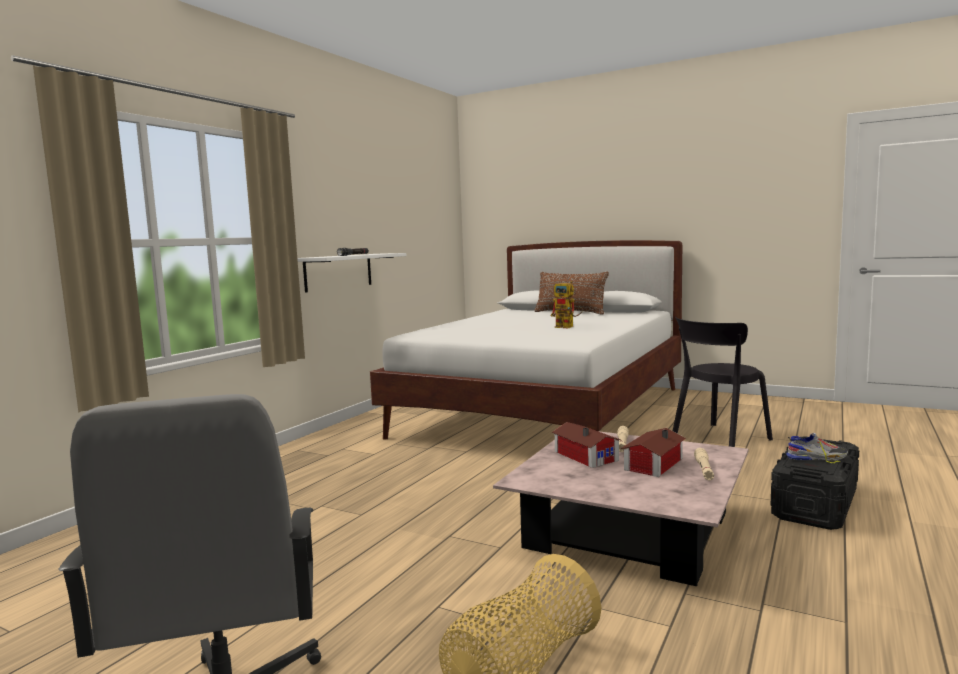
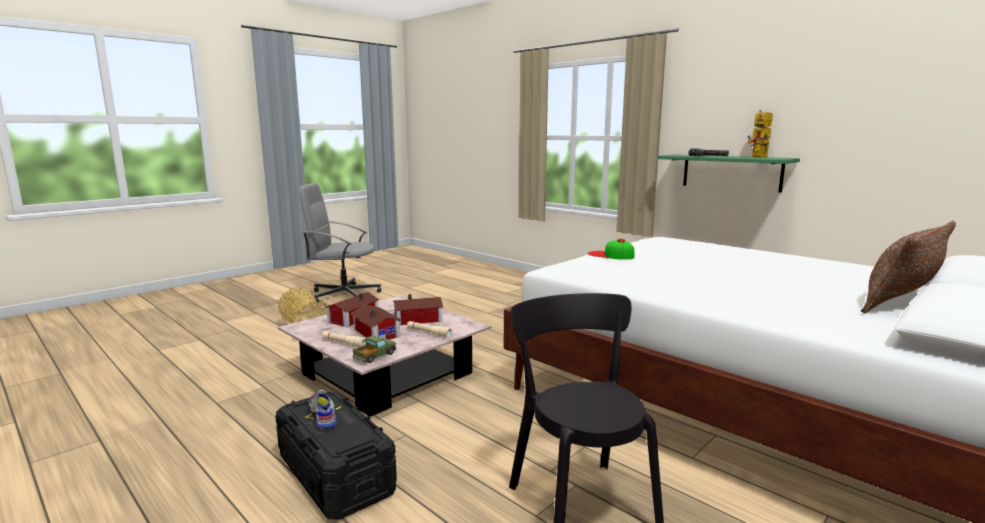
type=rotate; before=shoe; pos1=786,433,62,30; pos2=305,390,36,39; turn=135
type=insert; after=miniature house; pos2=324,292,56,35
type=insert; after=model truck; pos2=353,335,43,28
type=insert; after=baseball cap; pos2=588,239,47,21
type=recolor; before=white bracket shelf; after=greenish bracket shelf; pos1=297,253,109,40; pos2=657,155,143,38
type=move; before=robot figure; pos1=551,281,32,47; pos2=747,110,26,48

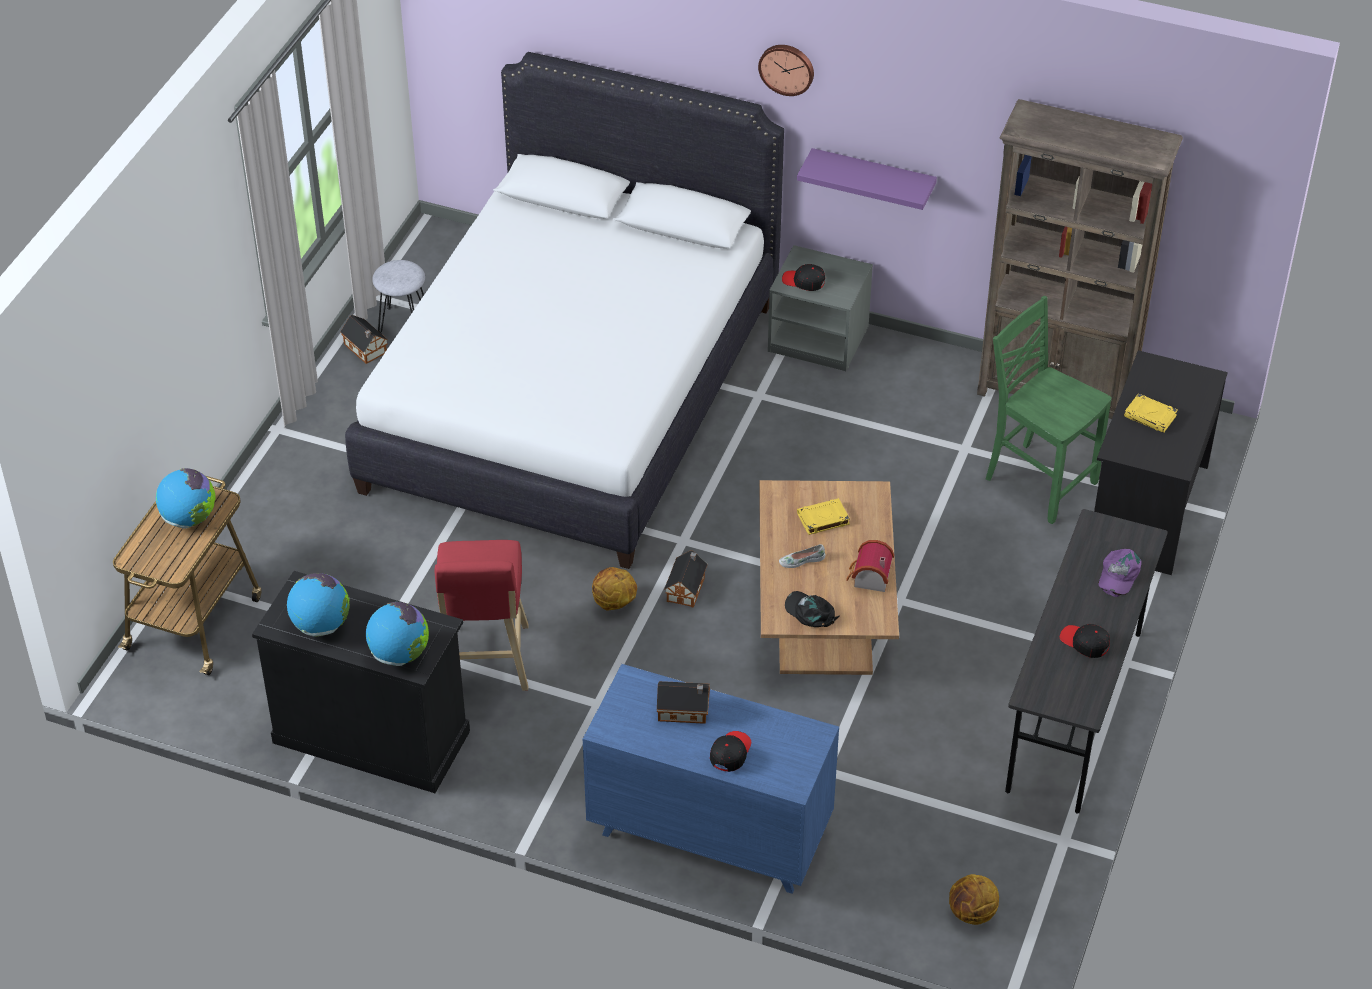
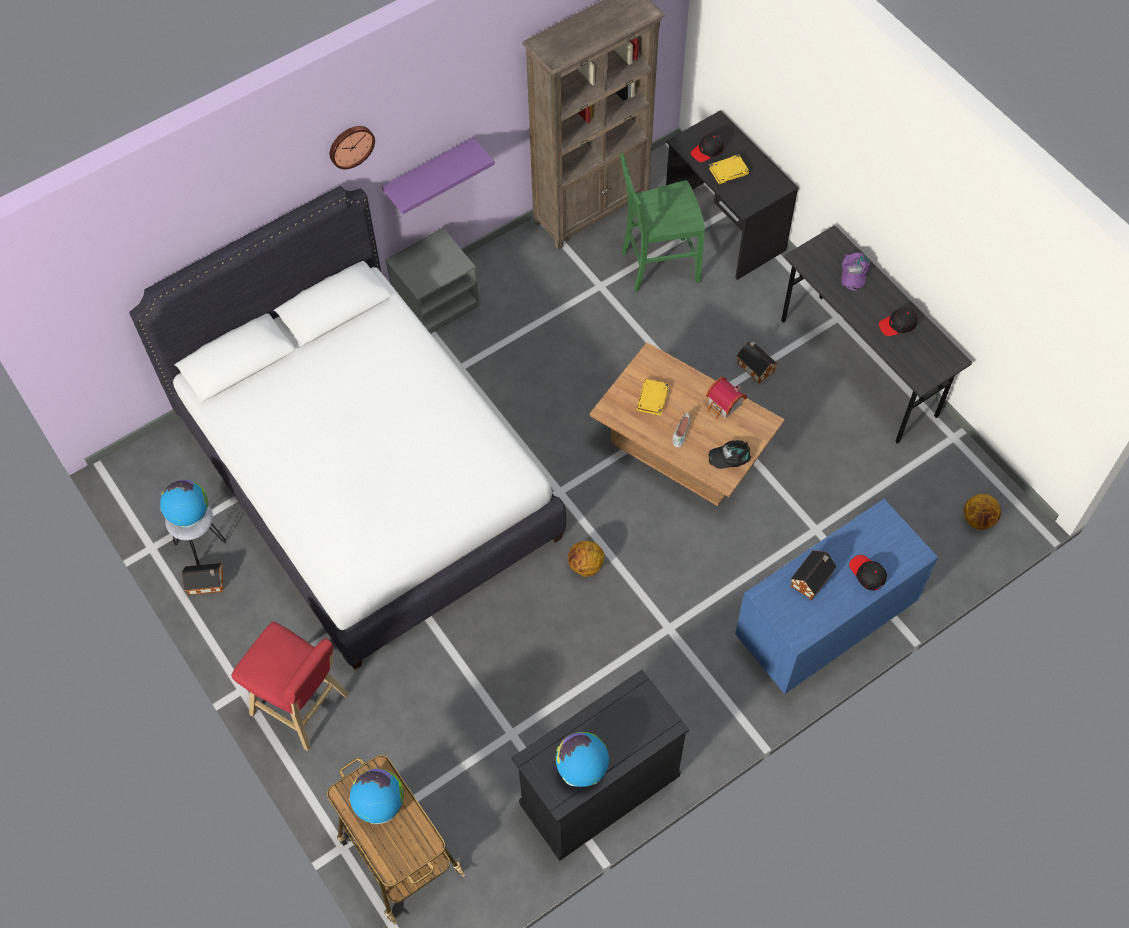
type=move; before=globe; pos1=366,602,63,64; pos2=160,480,48,48
type=move; before=reddish sitting stool; pos1=434,540,95,151; pos2=231,622,118,129
type=move; before=black-coloured baseball cap; pos1=782,264,43,27; pos2=691,133,33,29
type=move; before=miniature house; pos1=664,550,44,58; pos2=736,341,42,43
type=rotate; before=purplish baseball cap; pos1=1098,549,44,48; pos2=841,252,29,39; turn=45

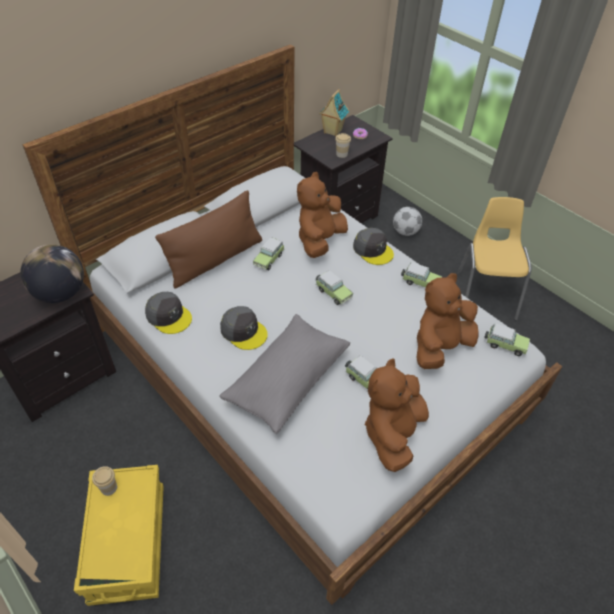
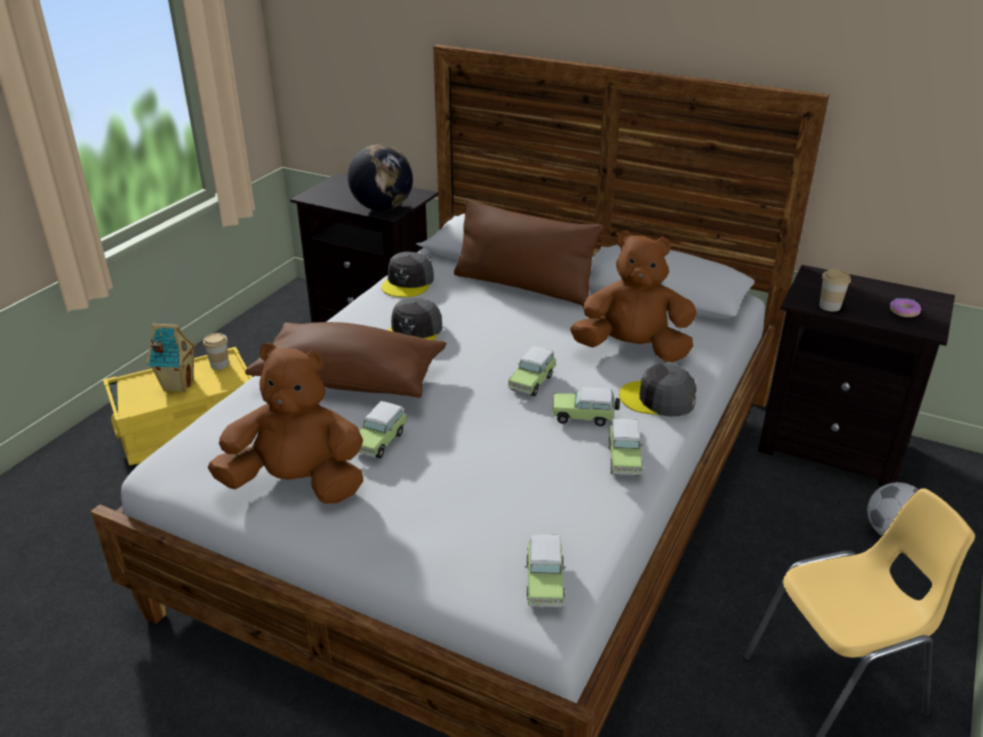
type=move; before=miniature house; pos1=319,89,30,48; pos2=146,324,50,68
type=recolor; before=grey pillow; after=brownish pillow; pos1=219,314,131,120; pos2=245,322,201,76
type=move; before=toy car; pos1=253,237,31,33; pos2=552,387,68,39
type=rotate; before=grey baseball cap; pos1=353,228,41,37; pos2=619,364,78,53; turn=75
type=delete; before=brownish cuddly toy; pos1=416,273,62,96

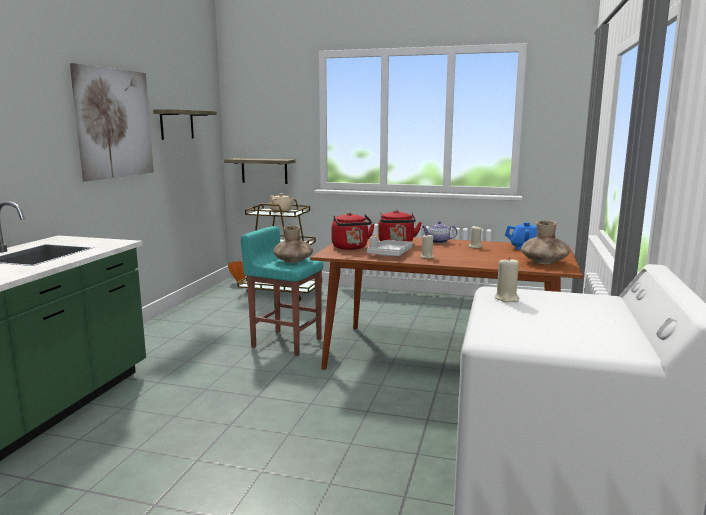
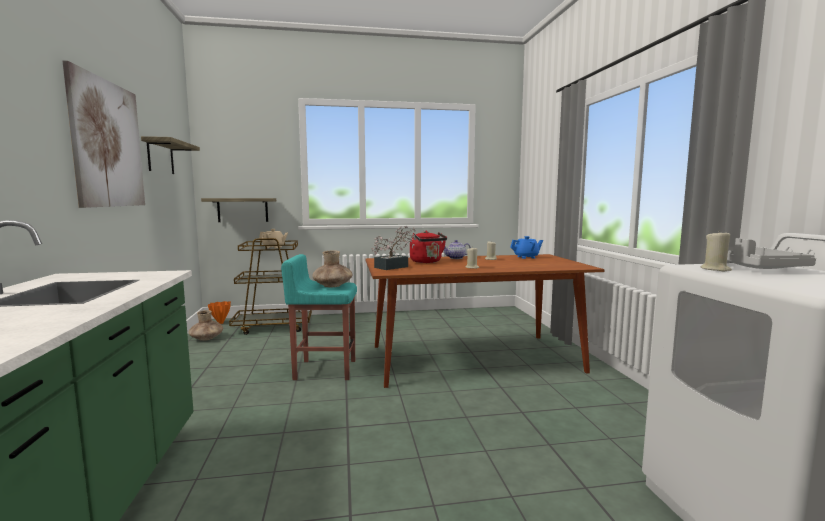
type=move; before=brownish vase; pos1=521,220,49,44; pos2=189,310,34,31
type=replace; before=reddish tea kettle; after=plant in a pot; pos1=331,212,44,38; pos2=371,226,46,44
type=move; before=grey carrying tray; pos1=367,236,45,20; pos2=727,238,89,31

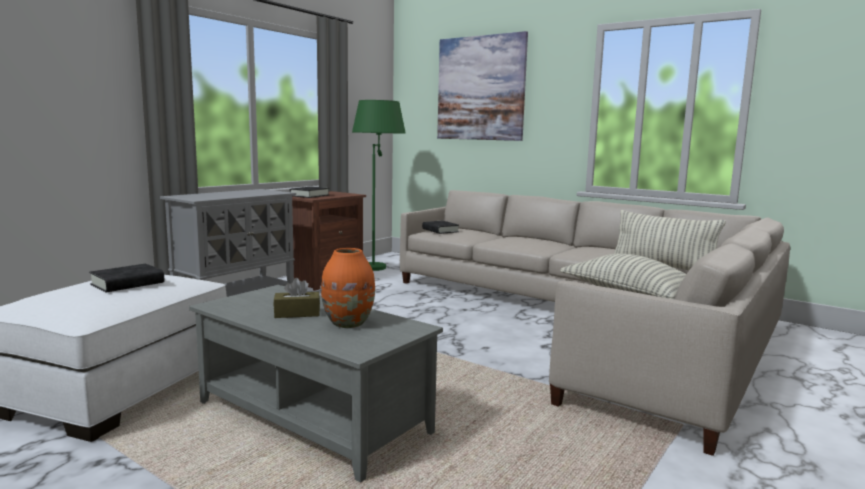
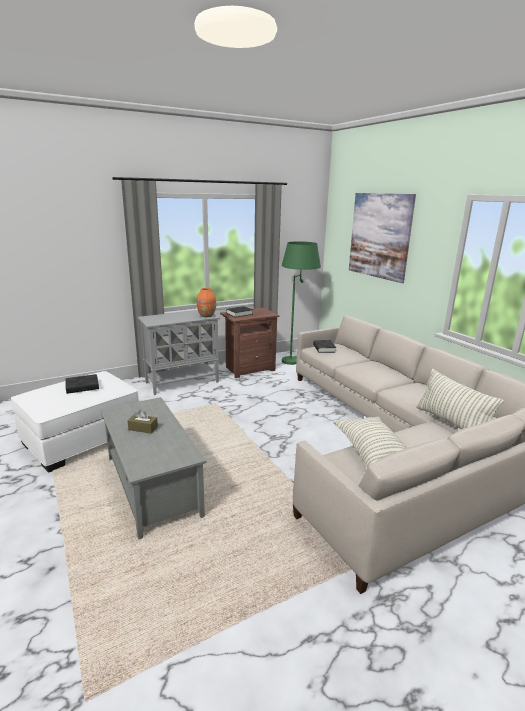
type=move; before=orange vase; pos1=321,248,54,80; pos2=197,288,19,29

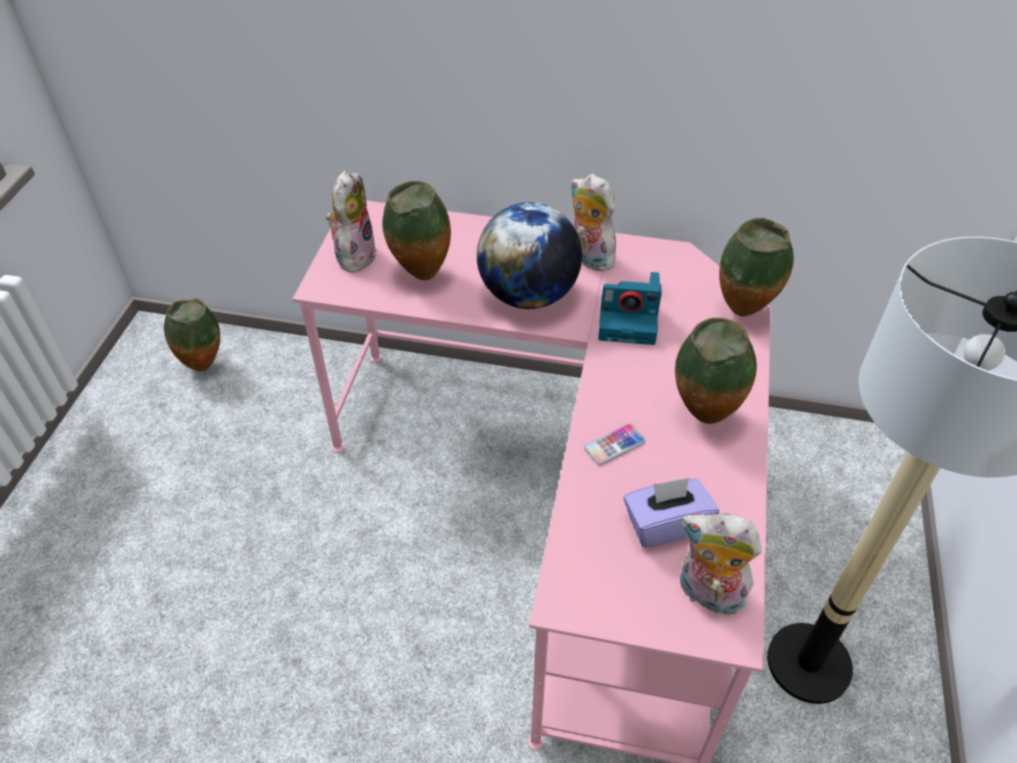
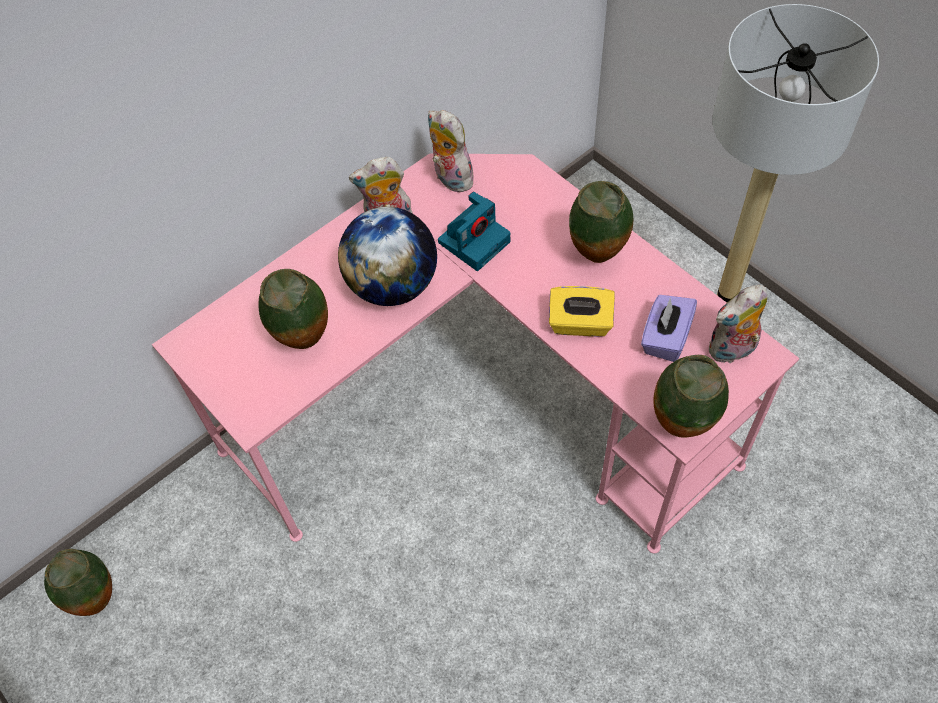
type=move; before=cuddly toy; pos1=326,170,51,103; pos2=428,110,46,82
type=replace; before=phone; after=yellow-coloured box of tissues; pos1=584,424,62,41; pos2=549,286,66,51
type=move; before=vase; pos1=719,218,75,98; pos2=653,355,76,83

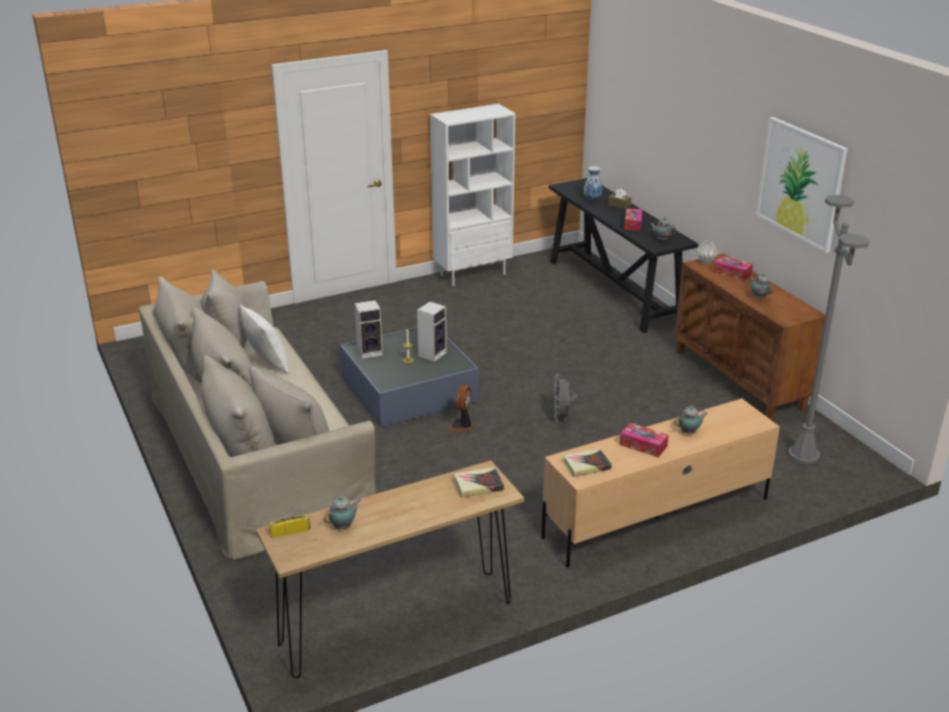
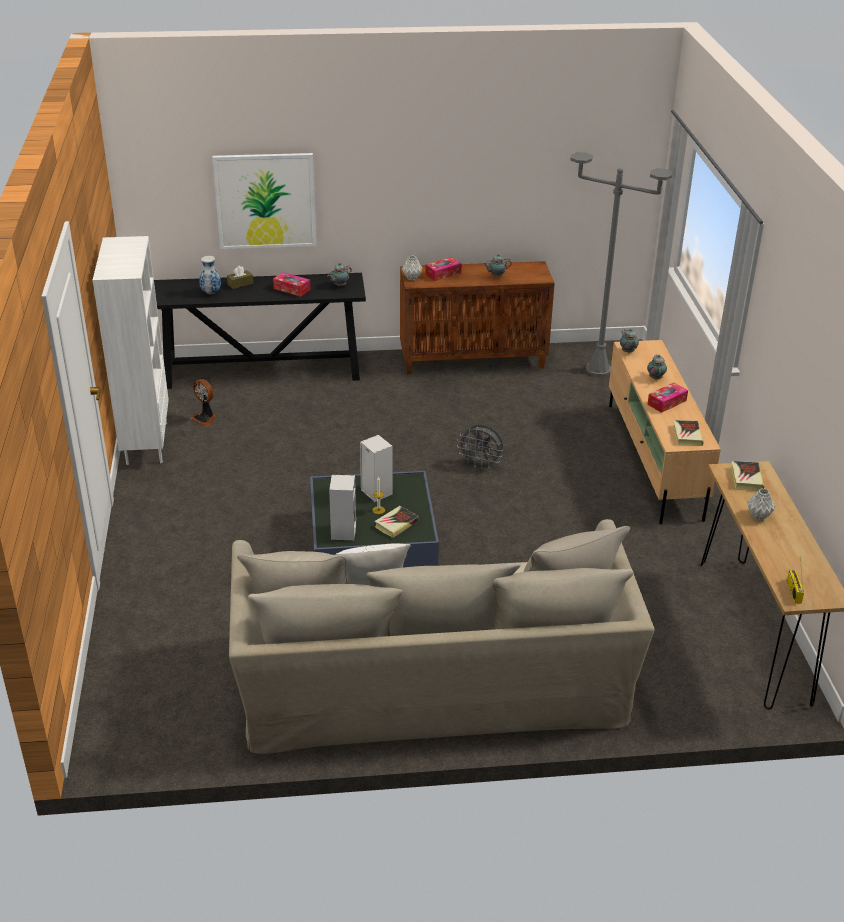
type=move; before=cooling fan; pos1=448,384,26,48; pos2=190,379,26,48
type=move; before=wall picture; pos1=756,117,92,136; pos2=212,153,104,96
type=insert; after=bound book; pos2=375,506,44,32
type=move; before=teapot; pos1=324,496,37,33; pos2=620,329,19,24
type=insert; after=grey vase; pos2=747,488,28,32

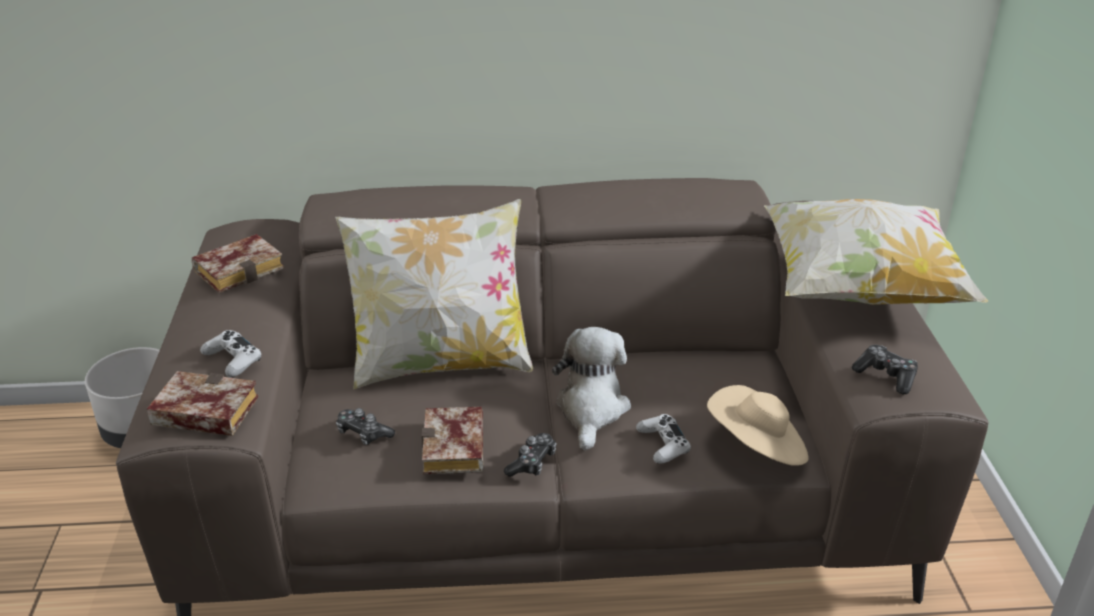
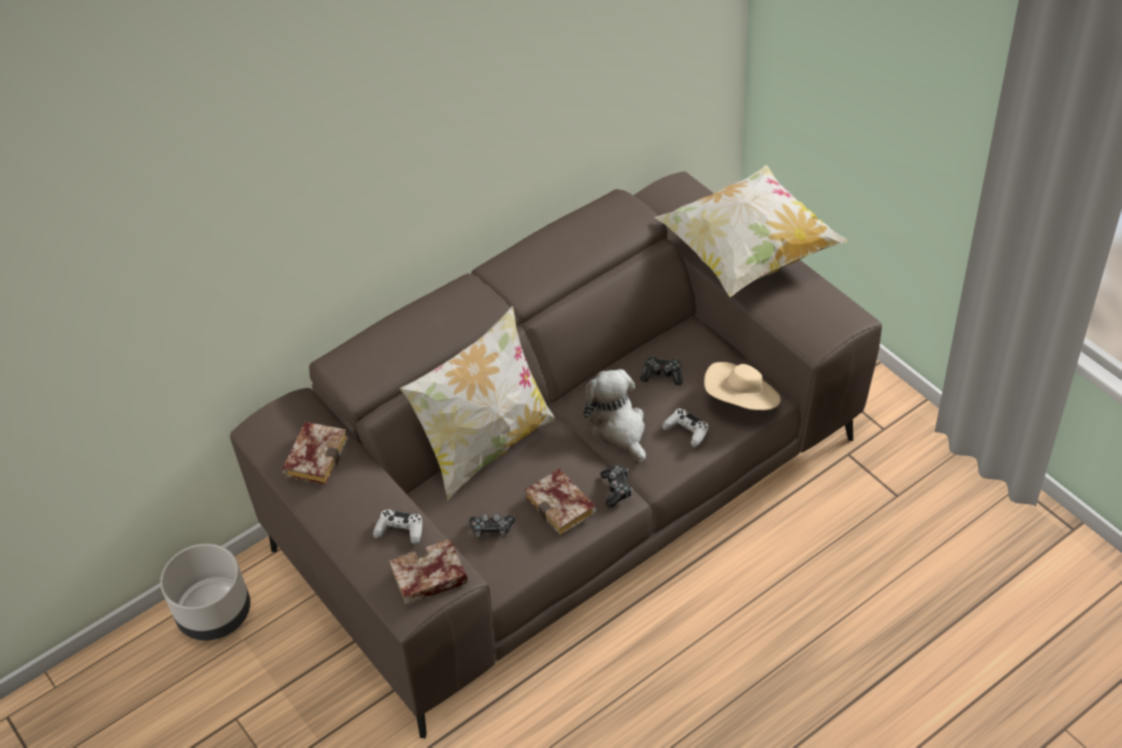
type=move; before=game controller; pos1=852,345,66,49; pos2=640,356,43,30

